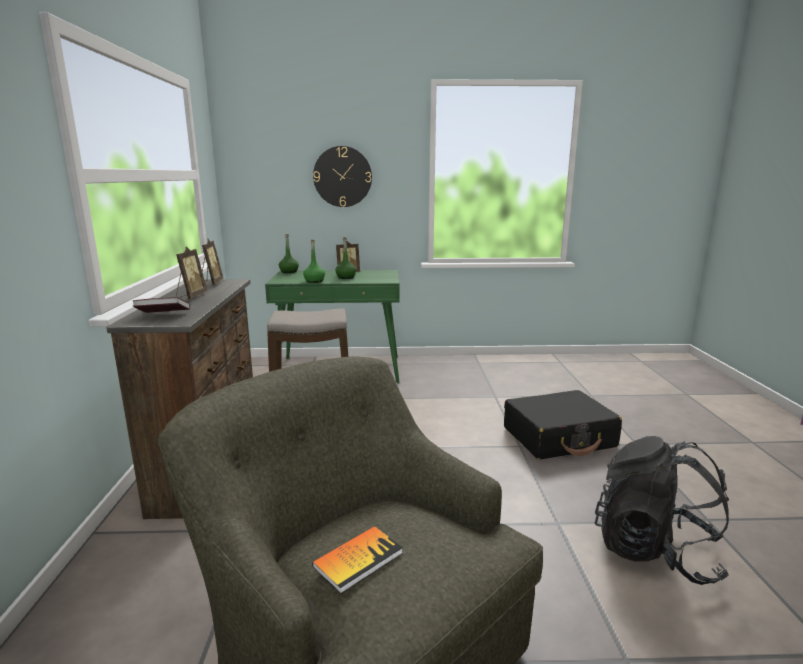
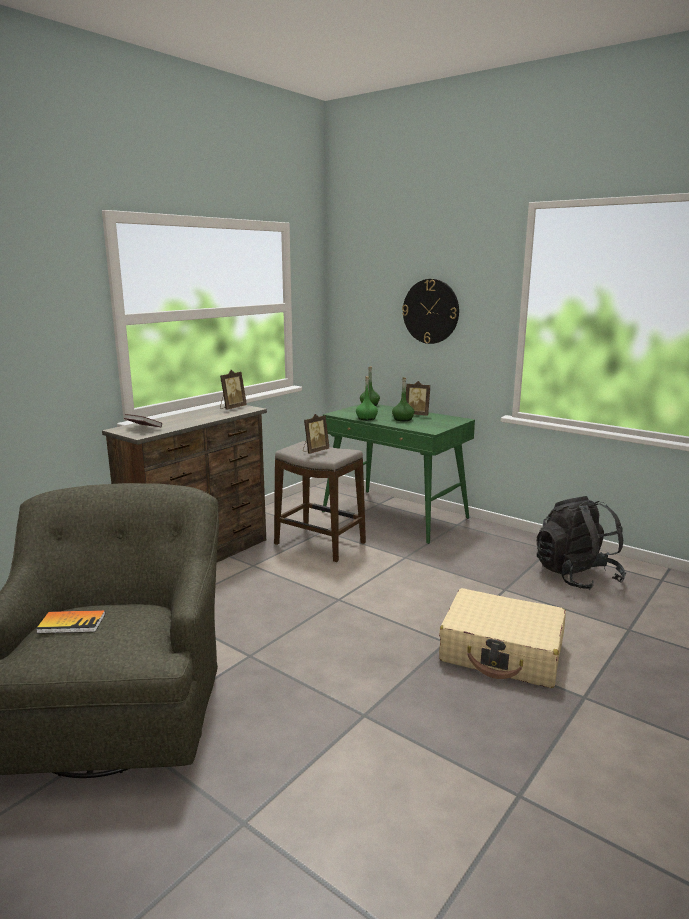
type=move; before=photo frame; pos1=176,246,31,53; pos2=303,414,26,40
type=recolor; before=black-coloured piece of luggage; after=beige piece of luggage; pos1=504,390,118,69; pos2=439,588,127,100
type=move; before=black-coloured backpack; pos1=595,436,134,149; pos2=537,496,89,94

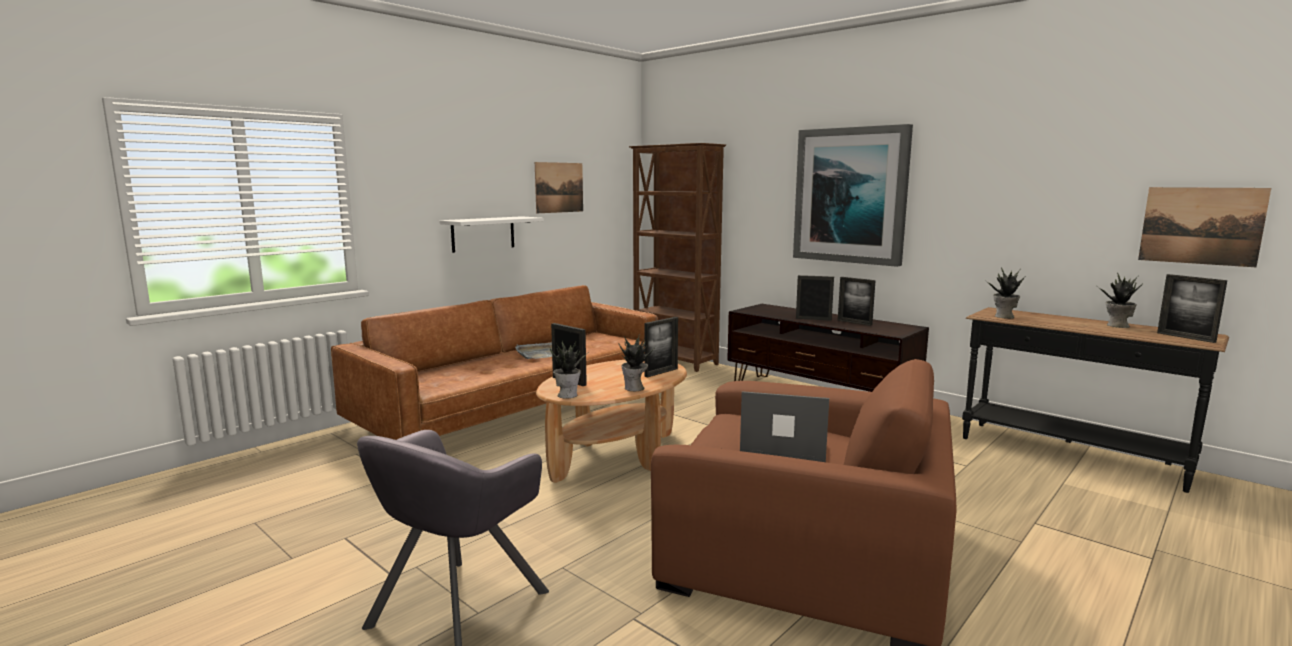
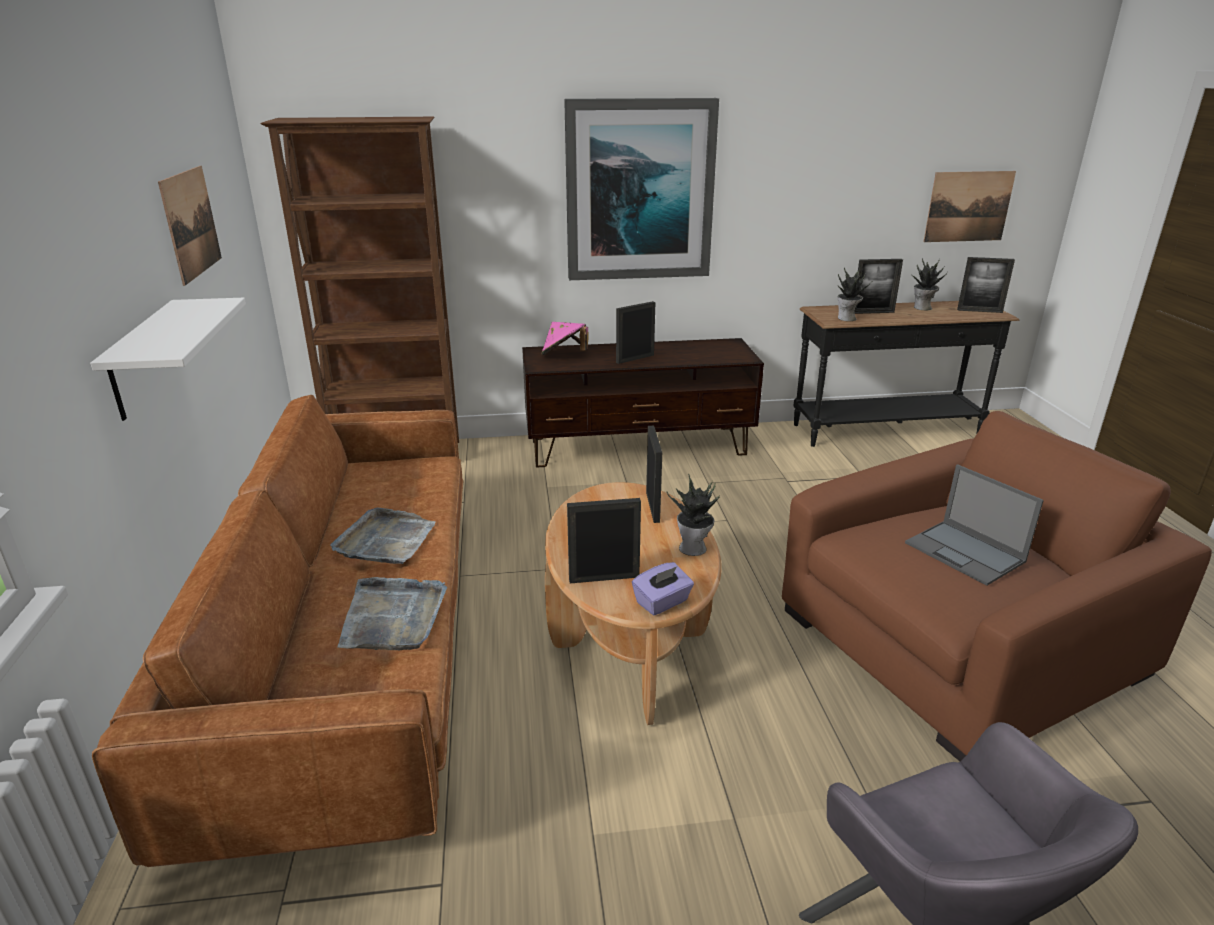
type=insert; after=grey carrying tray; pos2=337,577,110,73
type=insert; after=pink-coloured wearable hat; pos2=541,322,48,34
type=replace; before=plant in a pot; after=purplish box of tissues; pos1=550,341,38,57; pos2=632,562,62,53
type=move; before=photo frame; pos1=838,277,38,49; pos2=855,259,48,55
type=rotate; before=notebook computer; pos1=740,391,89,71; pos2=905,464,139,122; turn=-90

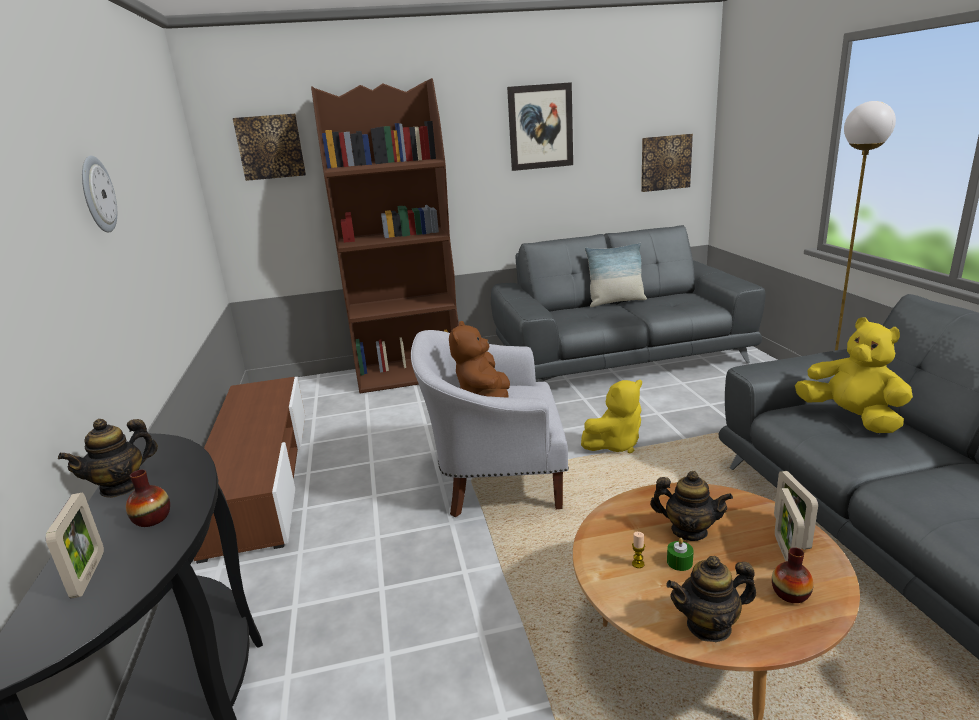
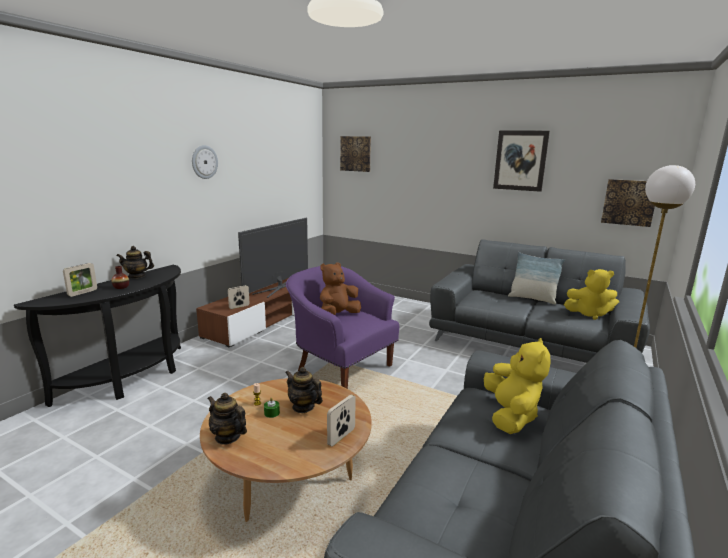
type=move; before=photo frame; pos1=775,488,30,73; pos2=228,285,21,24
type=insert; after=TV set; pos2=238,217,70,81
type=rotate; before=teapot; pos1=650,471,83,70; pos2=285,367,38,46; turn=150
type=recolor; before=white armchair; after=purplish armchair; pos1=411,330,158,187; pos2=286,266,113,123
type=move; before=yellow-coloured cuddly toy; pos1=581,380,61,73; pos2=564,269,55,51
type=delete; before=brownish shelving unit; pos1=311,78,148,315
type=delete; before=vase; pos1=772,547,42,56

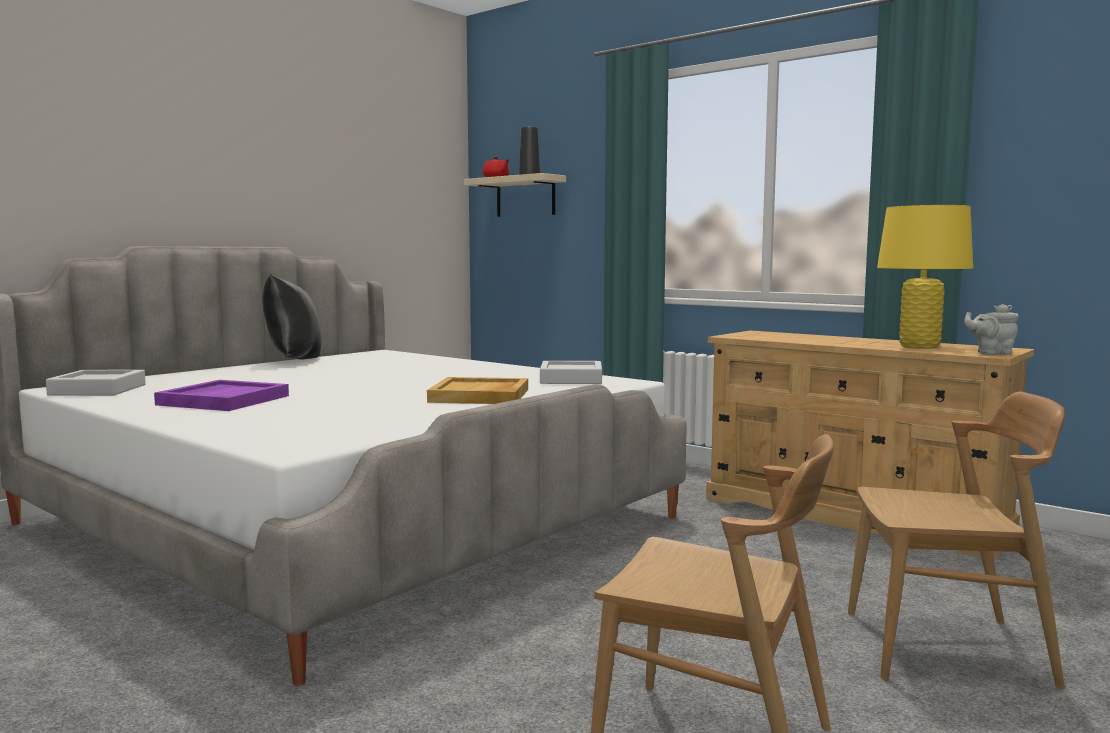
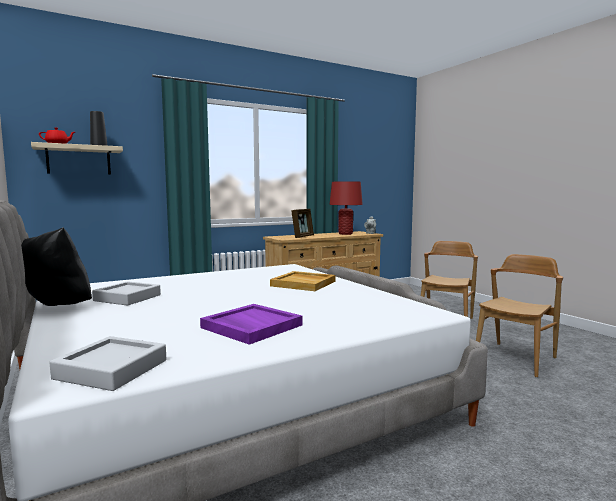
type=move; before=grey carrying tray; pos1=540,361,62,23; pos2=92,281,69,25
type=insert; after=photo frame; pos2=291,209,23,29
type=recolor; before=yellow-coloured table lamp; after=reddish table lamp; pos1=877,205,96,144; pos2=329,181,34,54

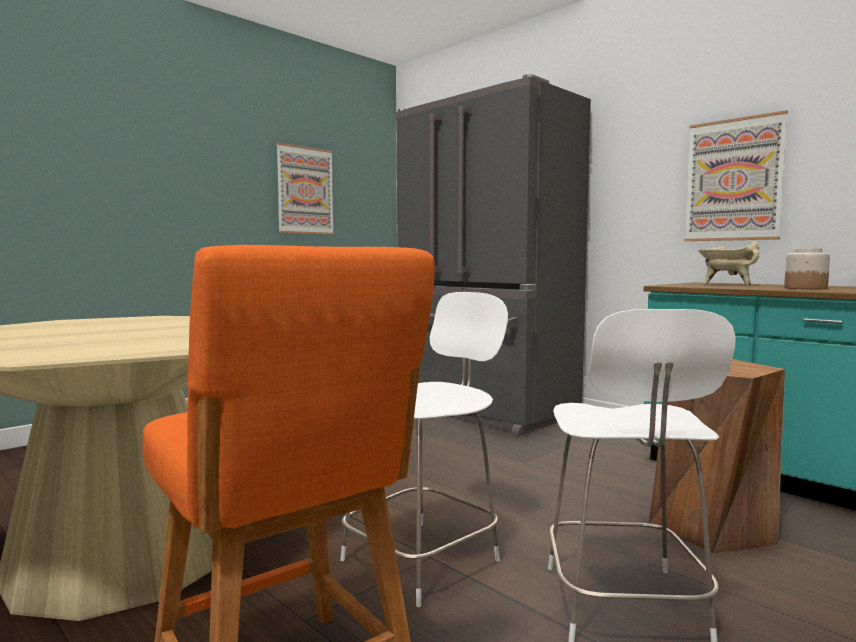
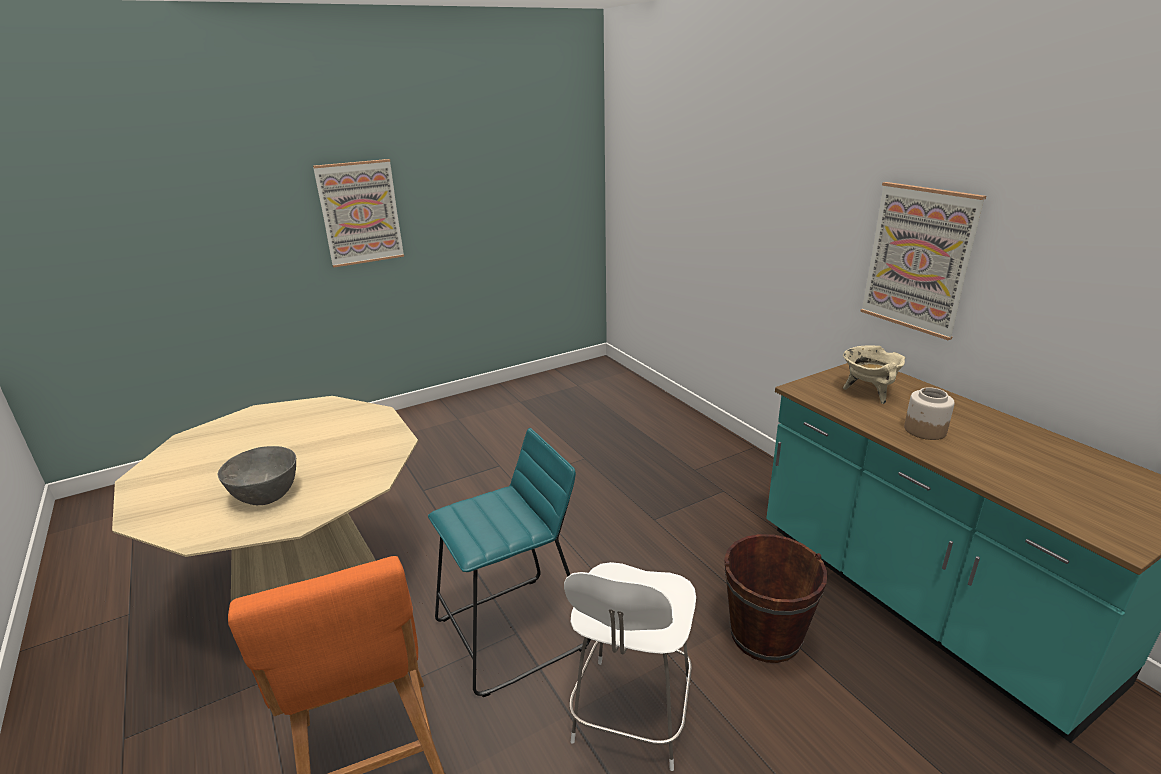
type=insert; after=grey serving bowl; pos2=217,446,79,59
type=move; before=wall picture; pos1=276,143,58,92; pos2=313,159,91,108
type=replace; before=white upright chair; after=turquoise-coloured sitting stool; pos1=340,292,168,315; pos2=428,428,163,269
type=replace; before=brownish sitting stool; after=brownish water bucket; pos1=649,359,136,195; pos2=724,534,104,129
type=delete; before=grey fridge; pos1=396,74,195,363

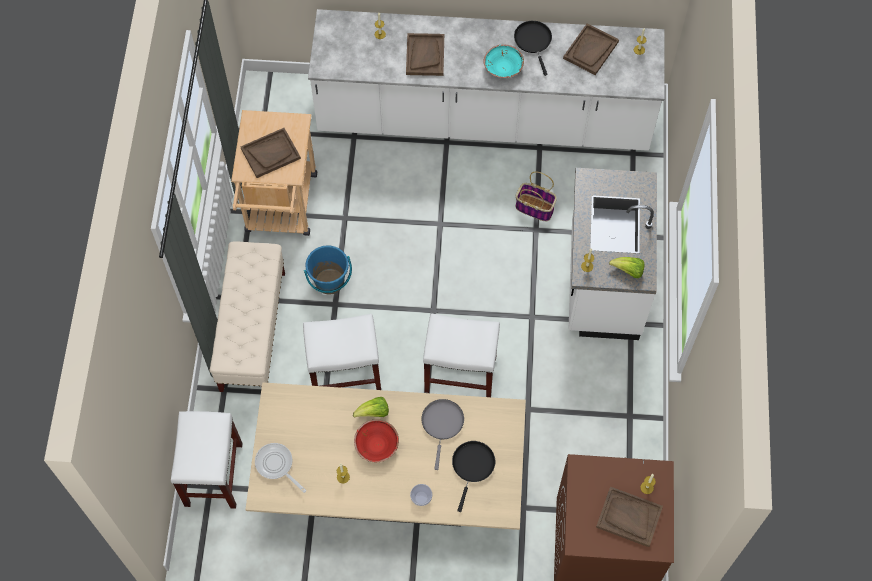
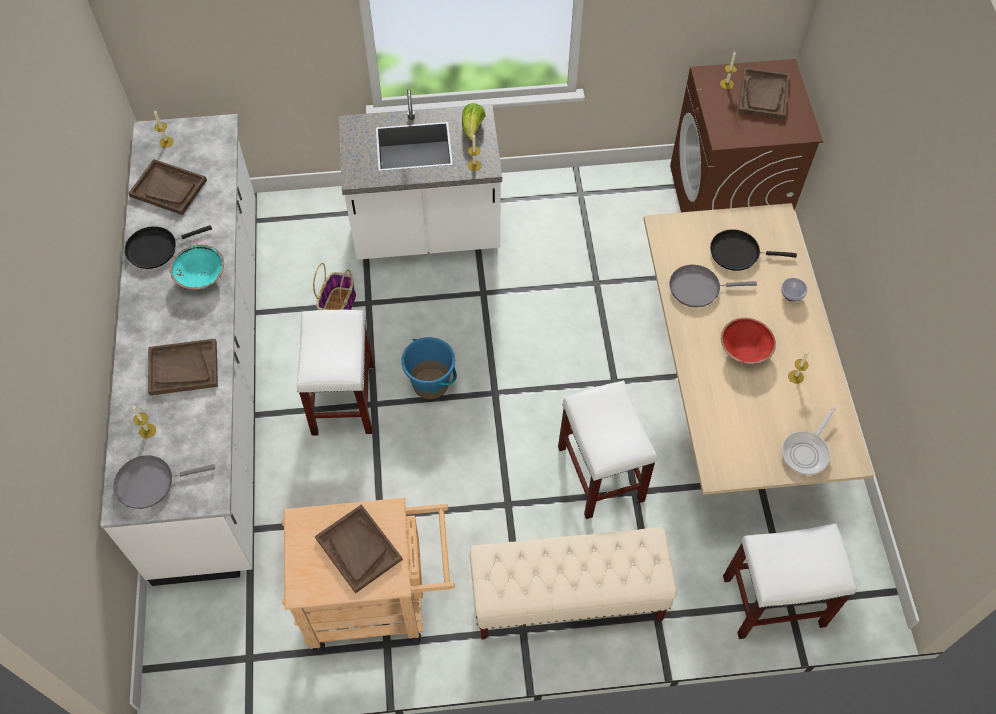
type=insert; after=grey skillet; pos2=114,456,101,53
type=move; before=white sitting stool; pos1=423,313,77,84; pos2=297,310,77,126
type=move; before=blue water bucket; pos1=304,245,48,50; pos2=401,337,56,62
type=delete; before=lettuce head; pos1=353,397,36,21

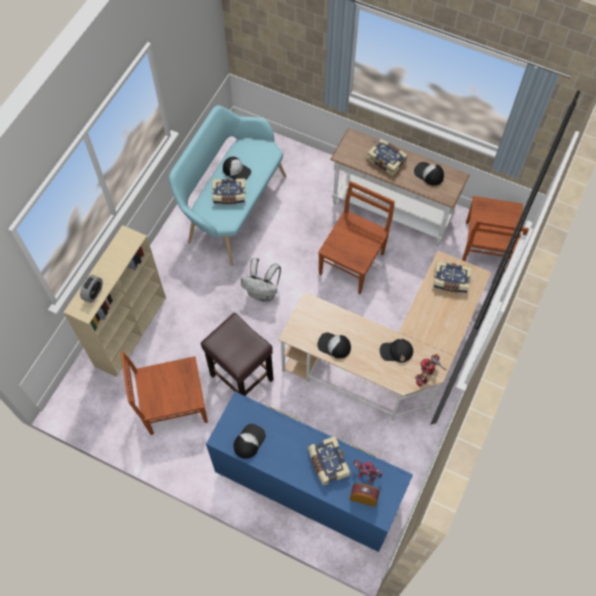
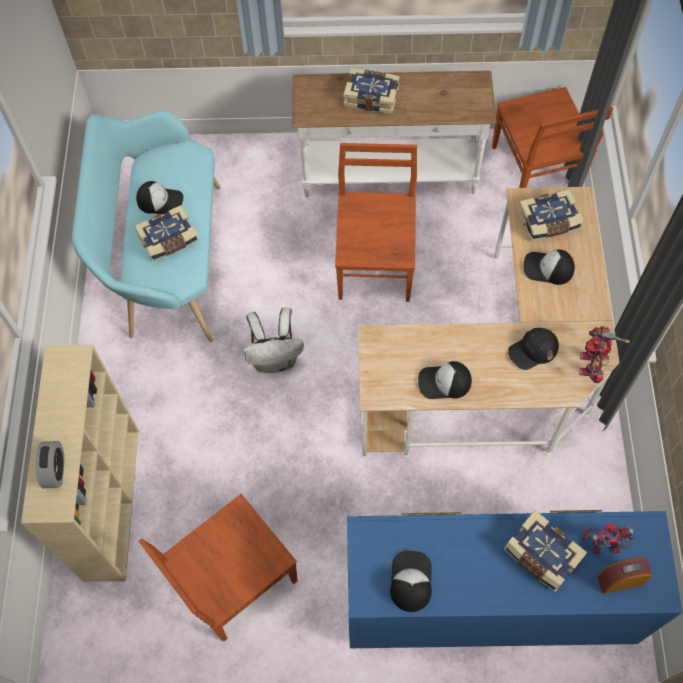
type=move; before=baseball cap; pos1=414,162,30,24; pos2=523,249,52,36
type=delete; before=brownish sitting stool; pos1=201,313,73,83

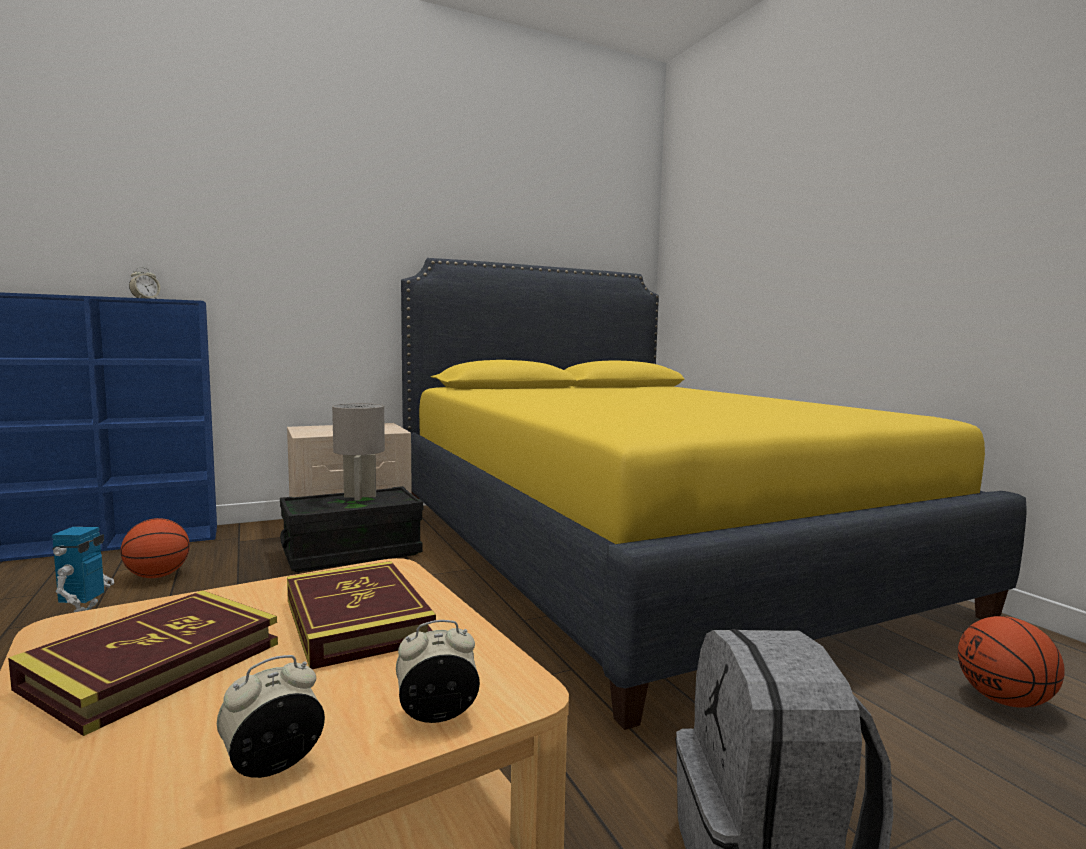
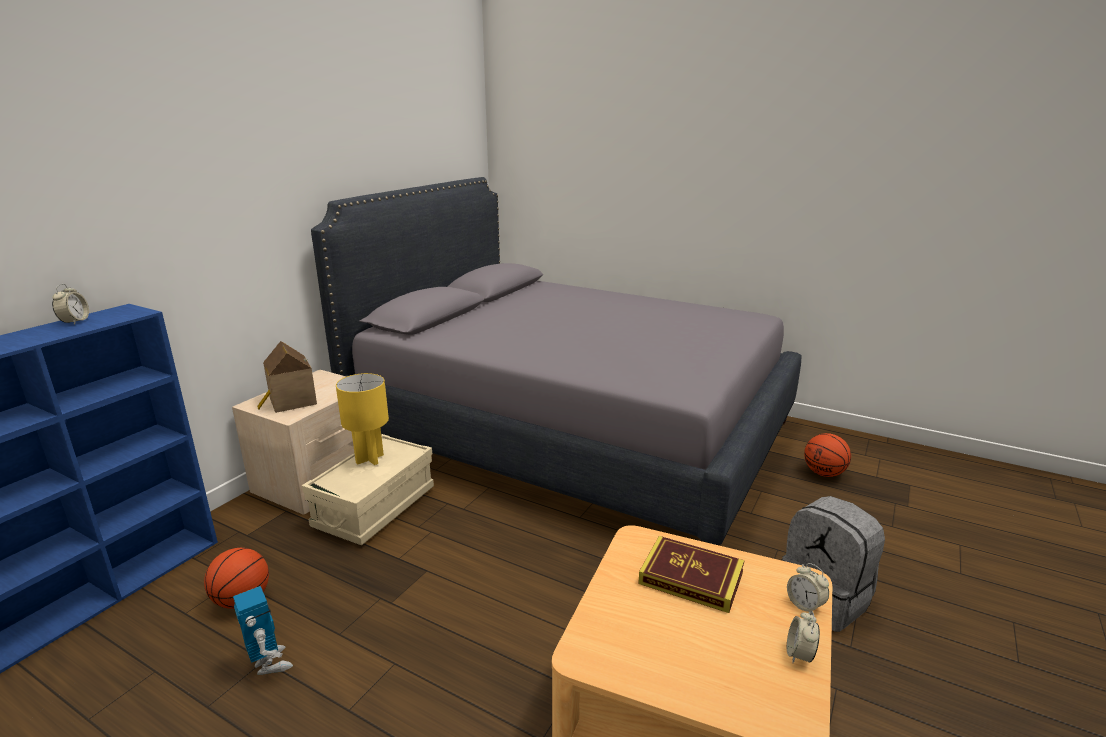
type=insert; after=miniature house; pos2=257,341,60,72
type=recolor; before=black-coloured storage bin; after=beige storage bin; pos1=280,486,143,86; pos2=302,434,132,111
type=recolor; before=yellow-coloured bed; after=grey bed; pos1=401,258,626,472; pos2=311,177,490,369
type=recolor; before=grey table lamp; after=yellow-coloured table lamp; pos1=332,403,53,98; pos2=336,373,53,92
type=rotate; before=bedside clock; pos1=396,620,84,103; pos2=787,563,42,52; turn=-75
type=delete; before=bound book; pos1=8,591,270,145

